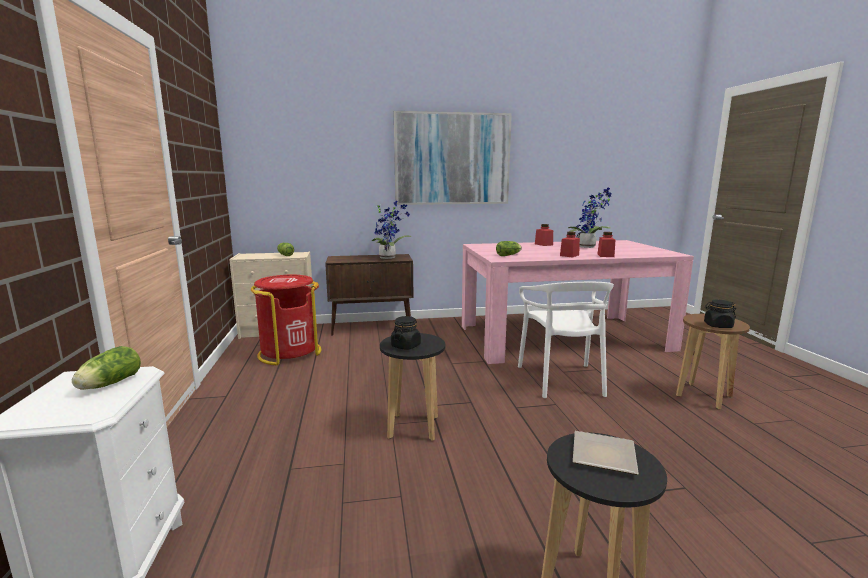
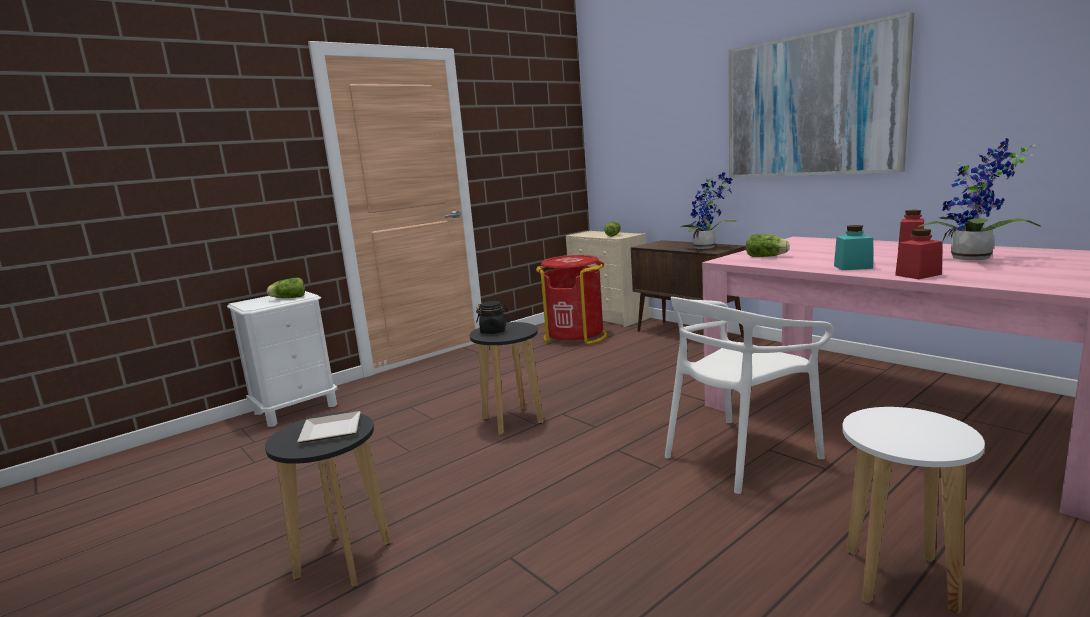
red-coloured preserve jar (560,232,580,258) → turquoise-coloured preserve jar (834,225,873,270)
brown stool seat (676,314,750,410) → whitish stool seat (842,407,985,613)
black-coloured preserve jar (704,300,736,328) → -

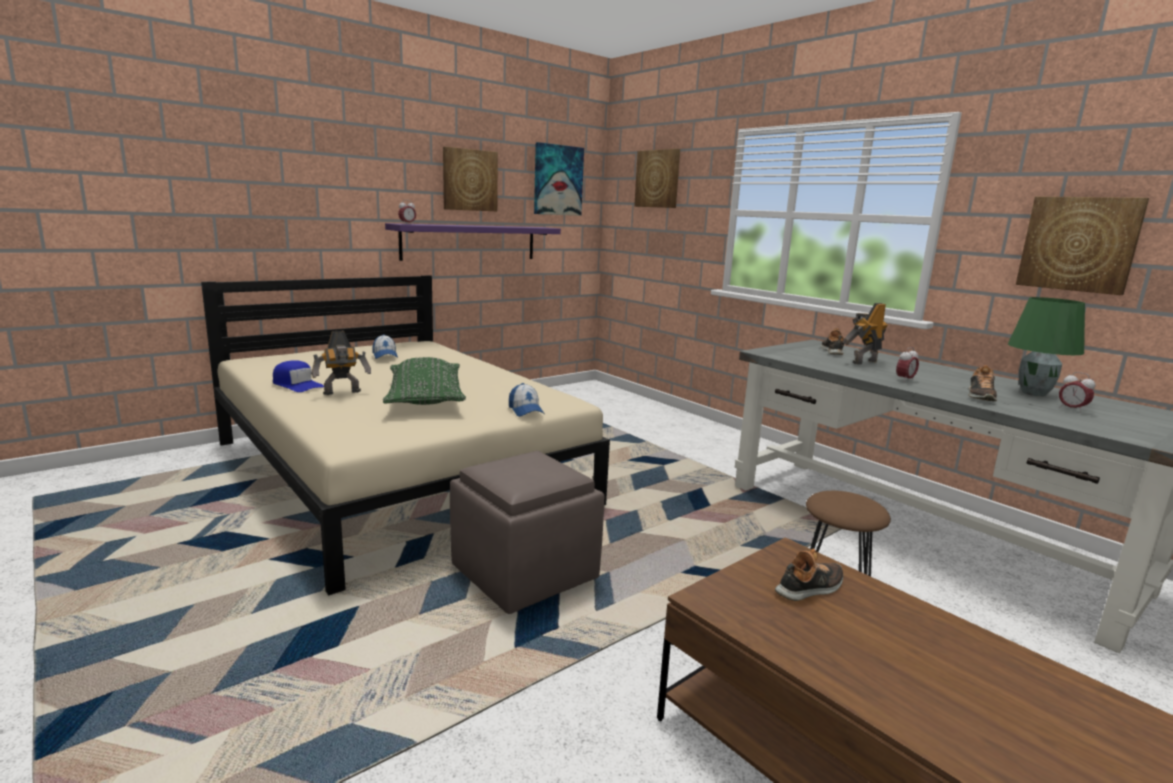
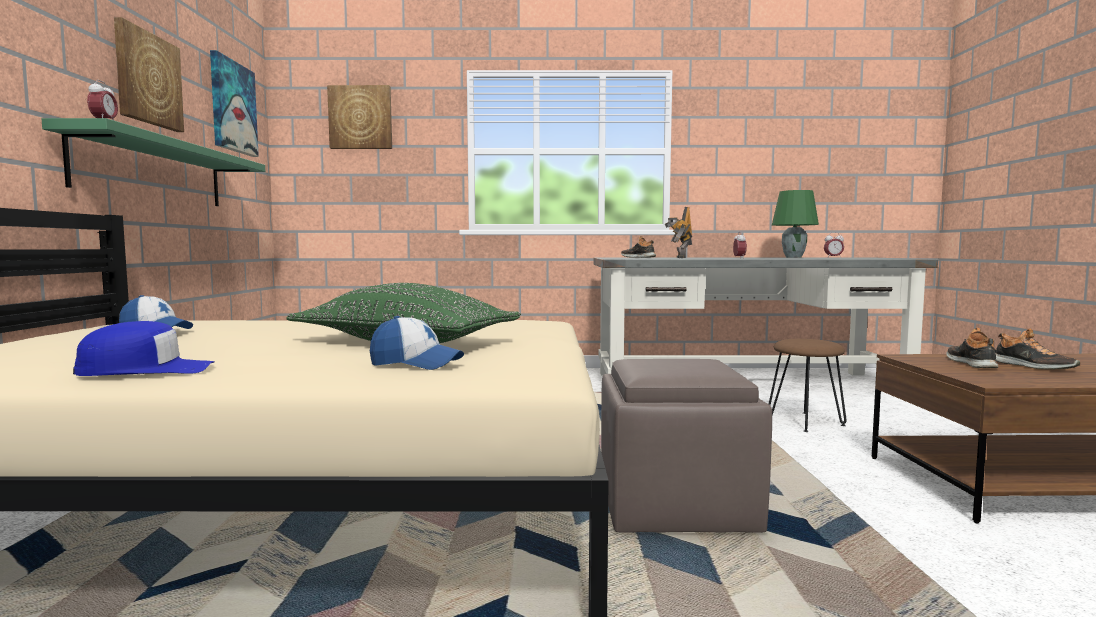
toy robot (311,331,371,395) → -
purple wall shelf (385,223,561,261) → green wall shelf (42,118,265,206)
baseball cap (509,383,545,417) → baseball cap (370,316,464,370), relocated
shoe (968,365,997,401) → shoe (995,328,1080,369), relocated
wall art (1016,197,1149,295) → -

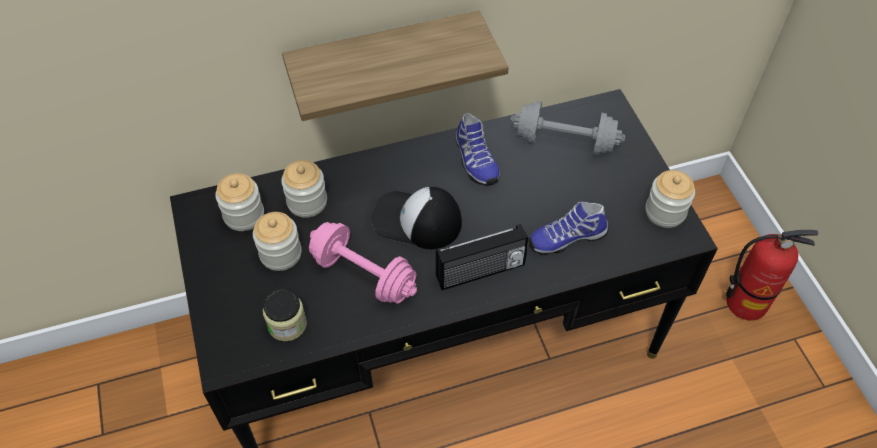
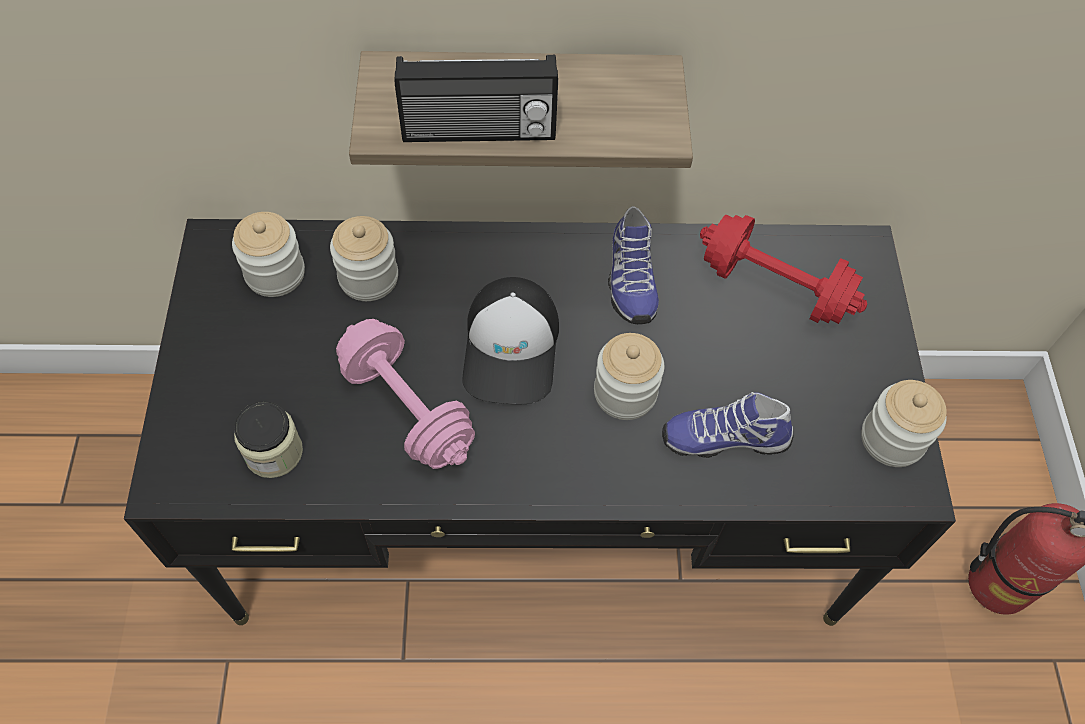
preserve jar (253,212,302,271) → preserve jar (594,333,664,420), relocated
baseball cap (372,187,462,249) → baseball cap (463,277,559,404), 120 degrees counterclockwise
radio set (436,224,529,290) → radio set (394,55,558,142), relocated
gray free weight (510,101,625,156) → red-coloured free weight (700,214,867,324)

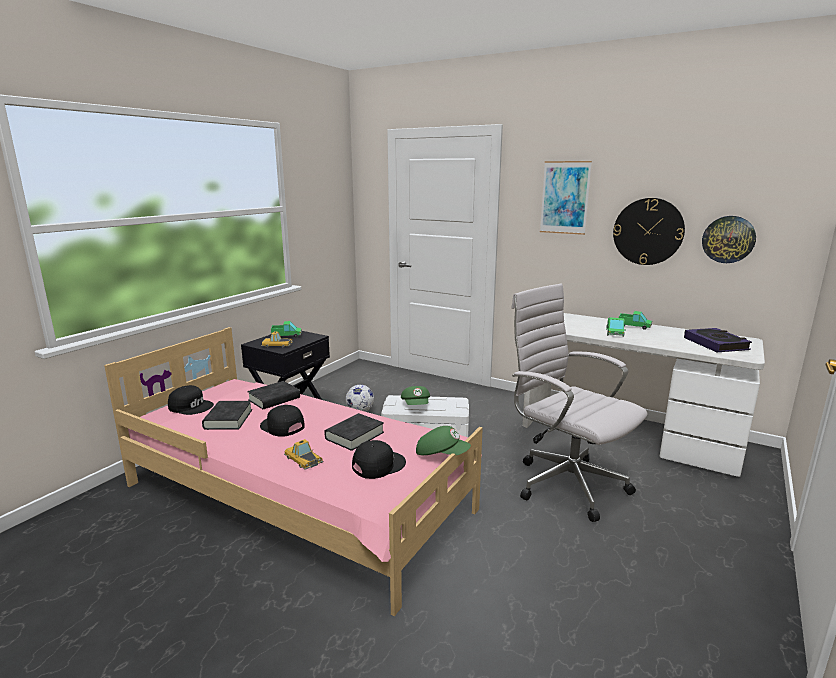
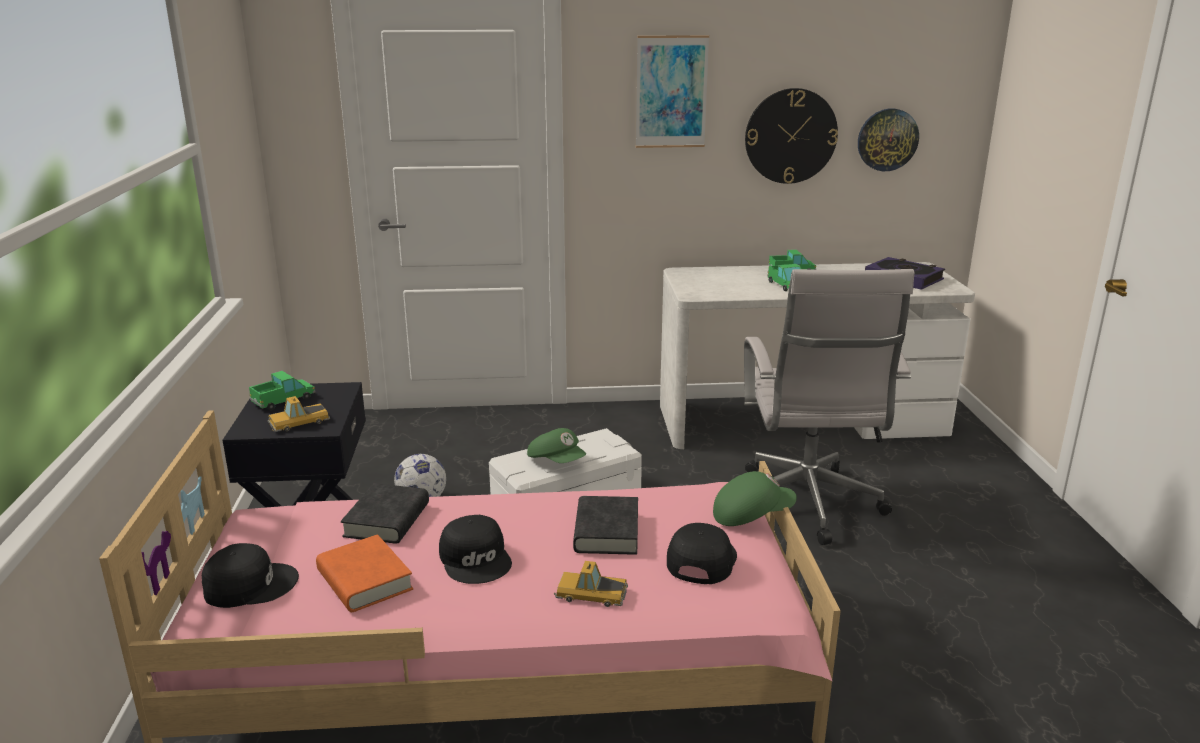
black-coloured volume (202,401,252,430) → orange volume (316,534,413,612)
black-coloured baseball cap (260,405,305,436) → black-coloured baseball cap (439,515,512,584), 120 degrees counterclockwise
whitish office chair (511,284,647,522) → whitish office chair (744,269,914,545), 105 degrees counterclockwise

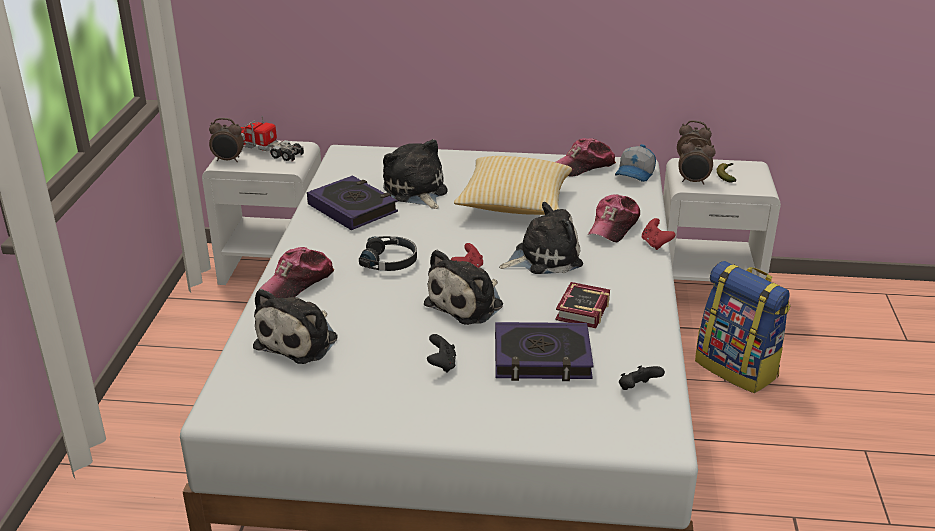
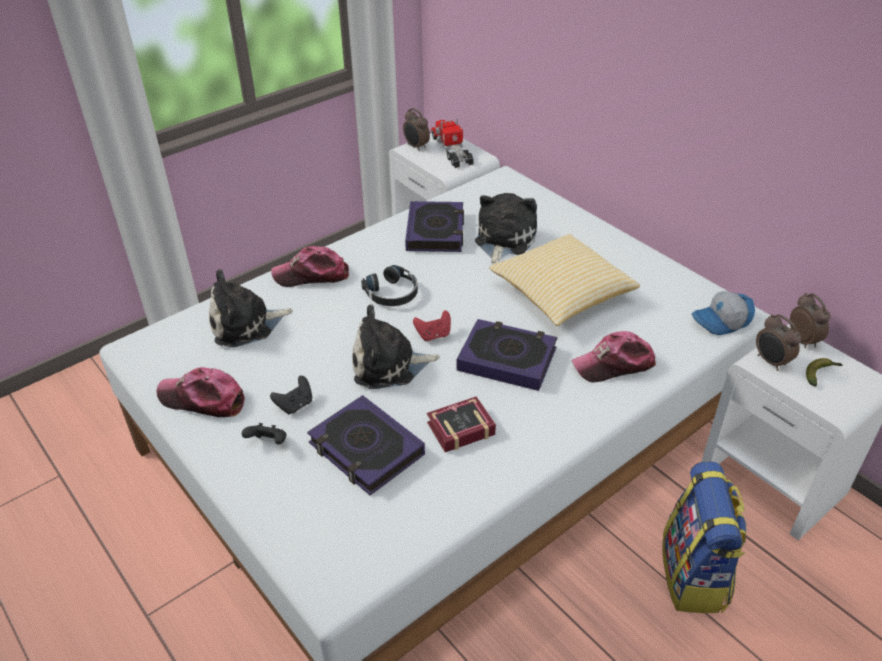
plush toy (499,202,583,274) → volume (457,319,557,391)
baseball cap (556,138,616,177) → baseball cap (157,367,245,417), relocated
black-coloured joypad (619,365,665,390) → black-coloured joypad (242,423,286,445), relocated
red-coloured joypad (642,218,675,250) → -

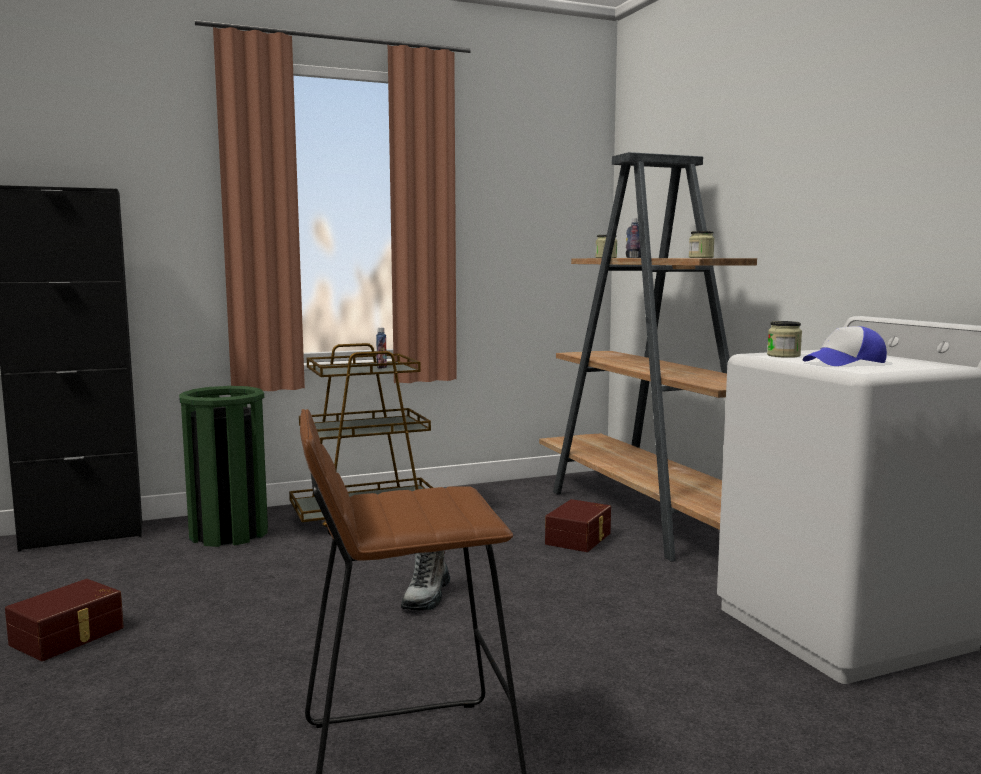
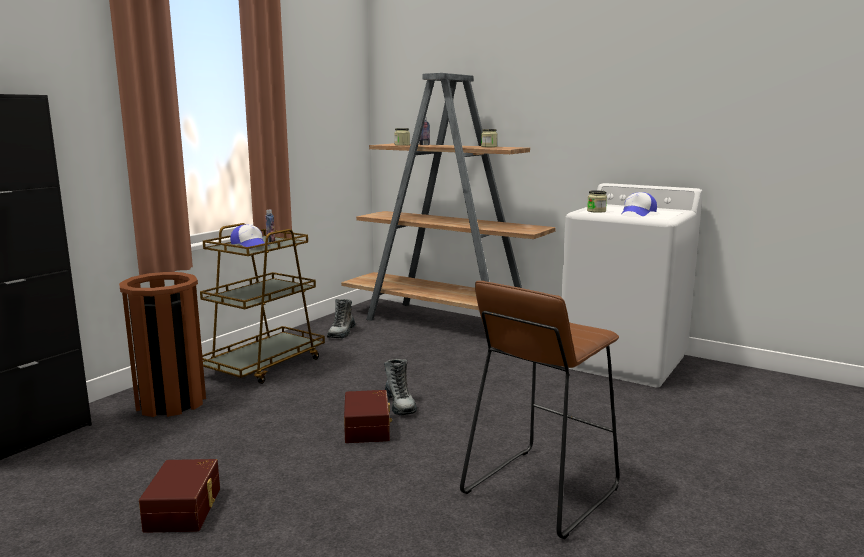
green waste bin (179,386,268,547) → brown waste bin (119,272,206,417)
brown storage box (545,499,611,552) → brown storage box (344,390,392,443), relocated
- → baseball cap (230,224,269,249)
- → high-top boot (327,299,356,338)

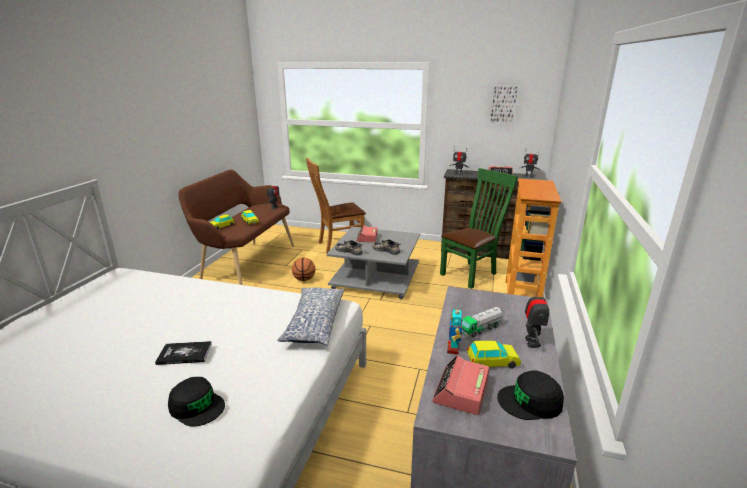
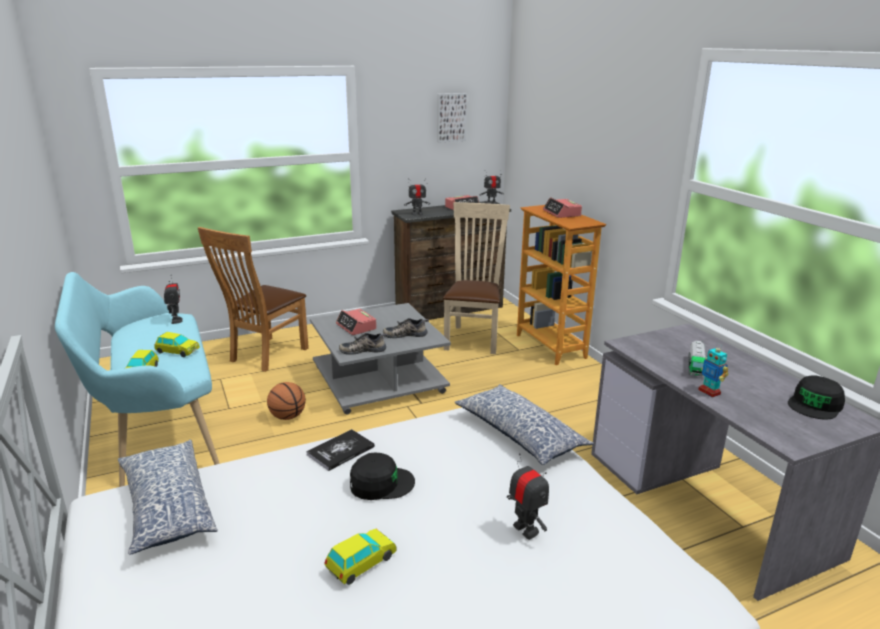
volume (155,341,212,365) → volume (306,429,375,471), relocated
black-coloured baseball cap (168,377,225,427) → black-coloured baseball cap (350,452,415,500), relocated
brown indoor bench (179,170,294,285) → turquoise-coloured indoor bench (55,272,220,487)
table clock (432,355,489,415) → table clock (543,197,582,218), relocated
green plain chair (440,168,518,289) → beige plain chair (443,202,510,354)
miniature car (467,341,521,369) → miniature car (324,529,397,585), relocated
toy robot (525,286,549,348) → toy robot (507,453,549,540), relocated
- → cushion (118,440,218,555)

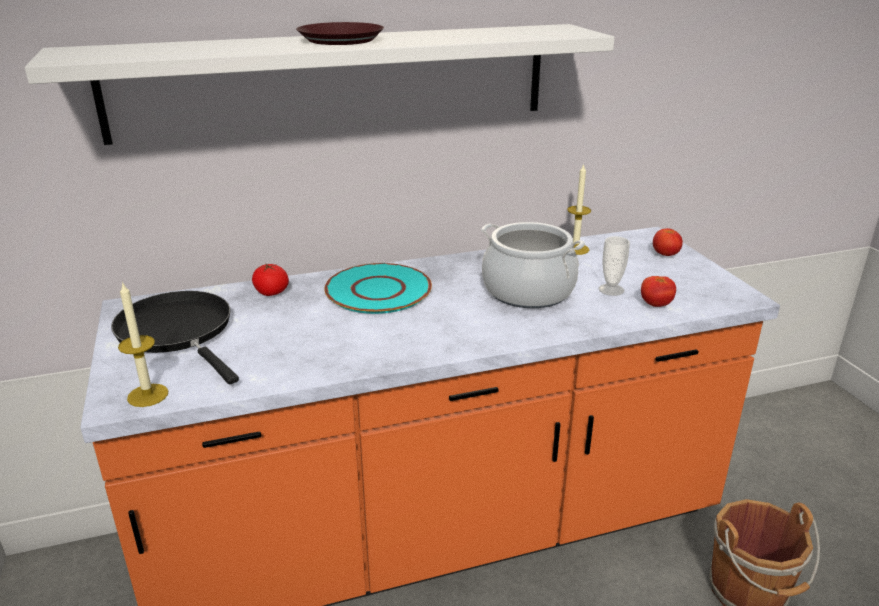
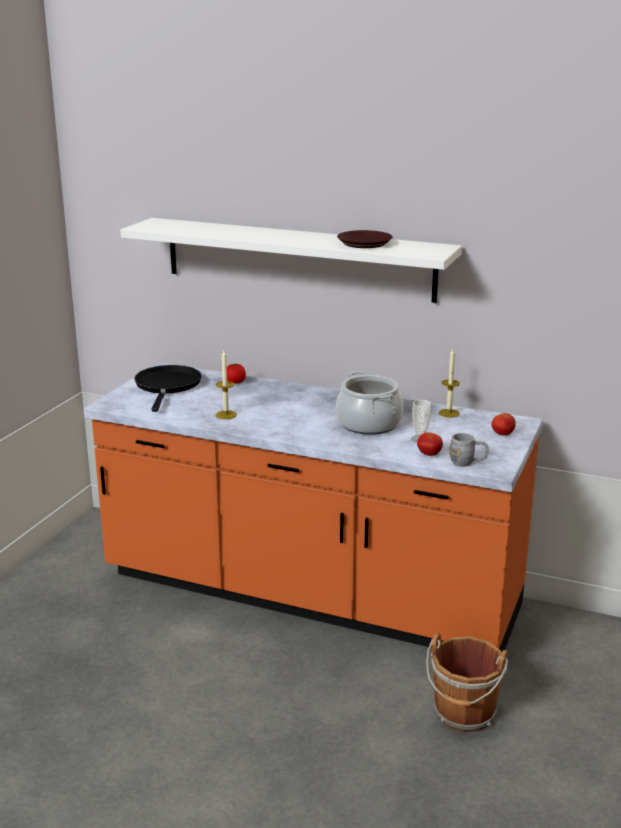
candle (118,281,168,407) → candle (215,350,237,419), relocated
brown plate (296,22,384,45) → brown plate (337,230,393,248), relocated
turquoise-coloured plate (324,263,432,314) → -
- → gray coffee mug (449,433,489,467)

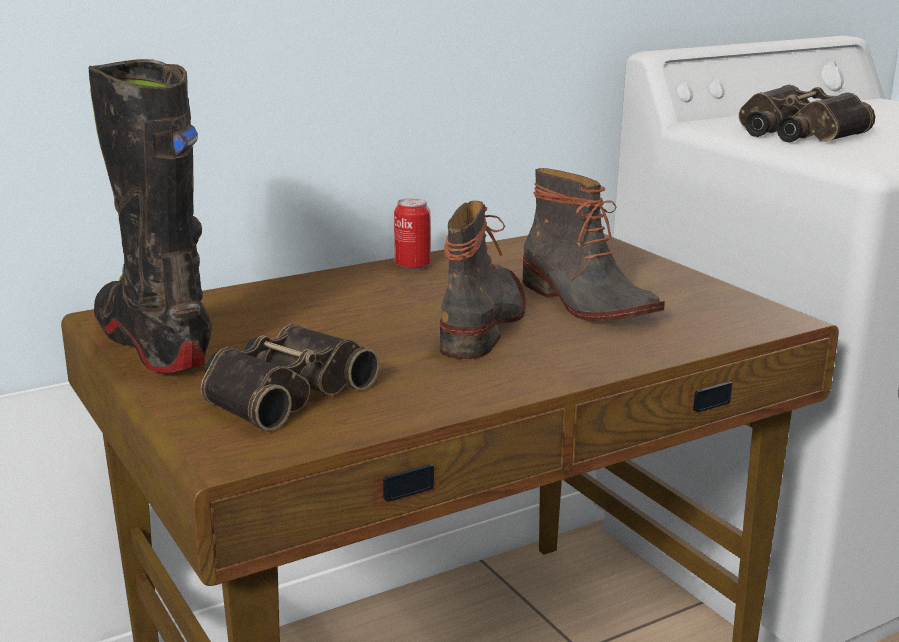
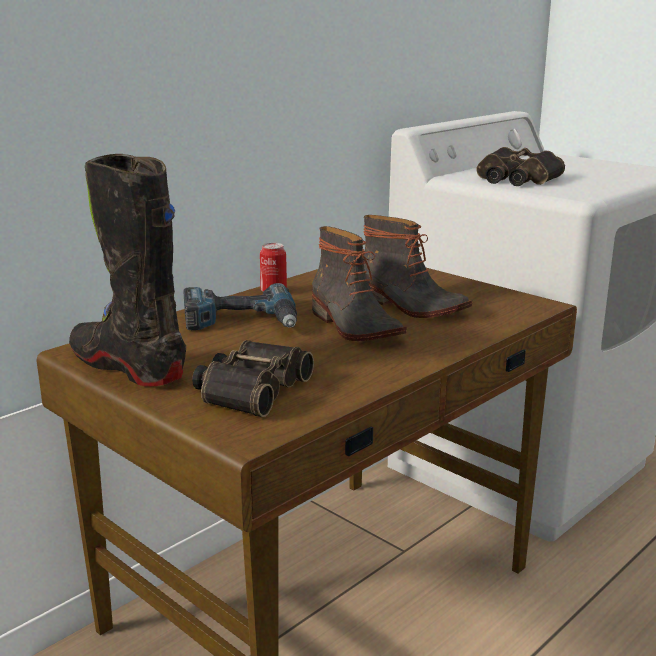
high-top boot (439,201,526,359) → high-top boot (312,226,407,341), 150 degrees clockwise
- → power drill (183,283,297,330)

